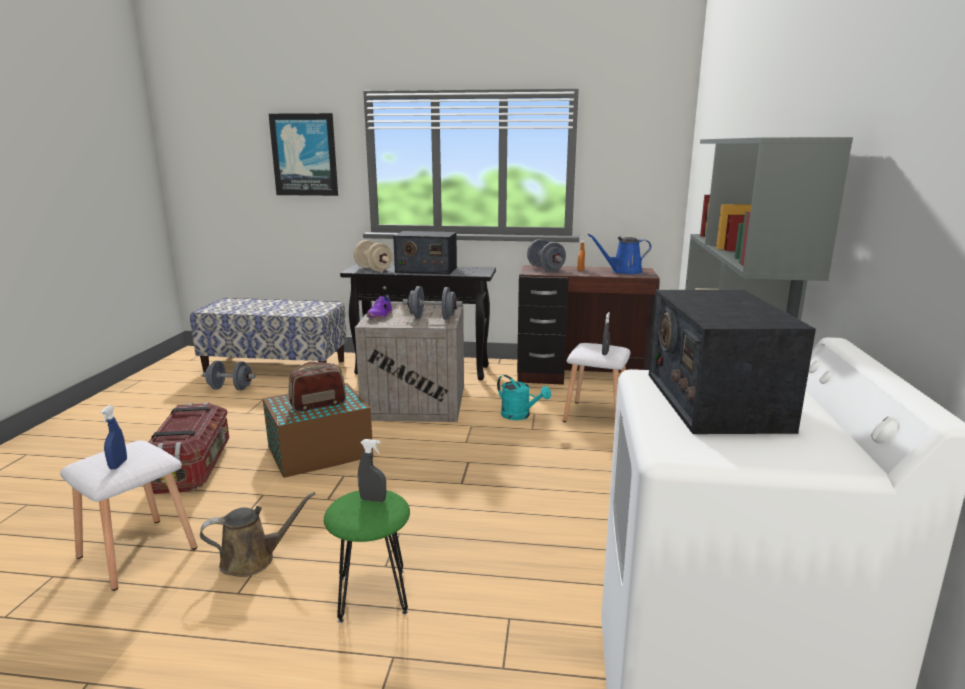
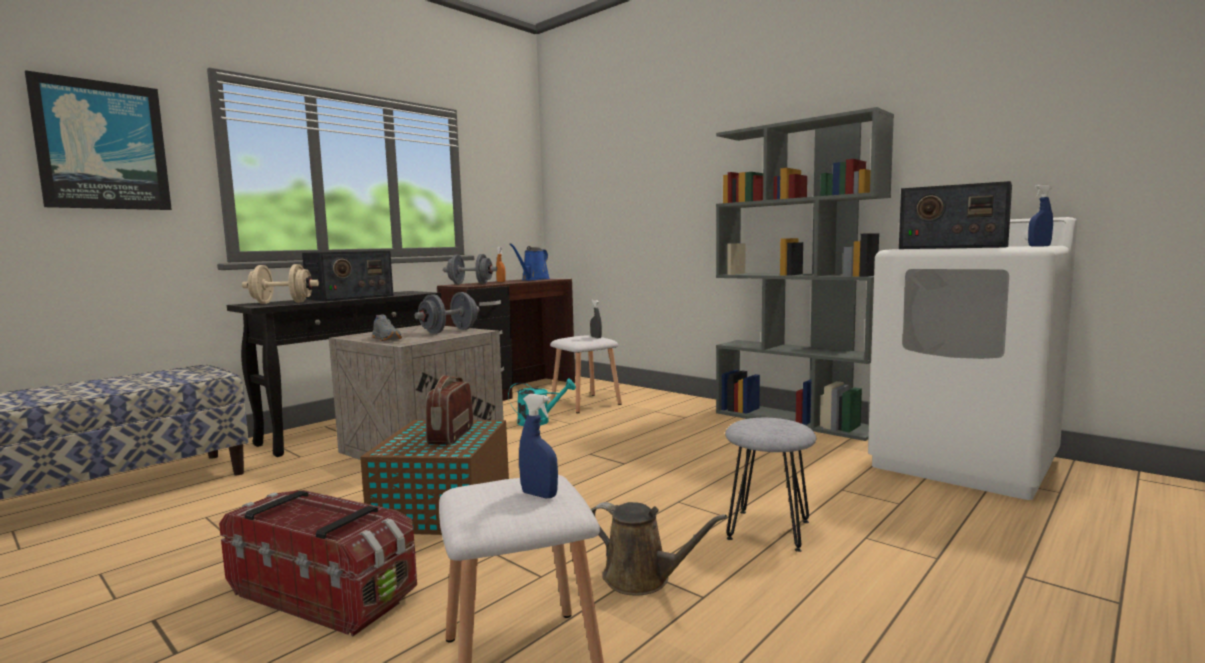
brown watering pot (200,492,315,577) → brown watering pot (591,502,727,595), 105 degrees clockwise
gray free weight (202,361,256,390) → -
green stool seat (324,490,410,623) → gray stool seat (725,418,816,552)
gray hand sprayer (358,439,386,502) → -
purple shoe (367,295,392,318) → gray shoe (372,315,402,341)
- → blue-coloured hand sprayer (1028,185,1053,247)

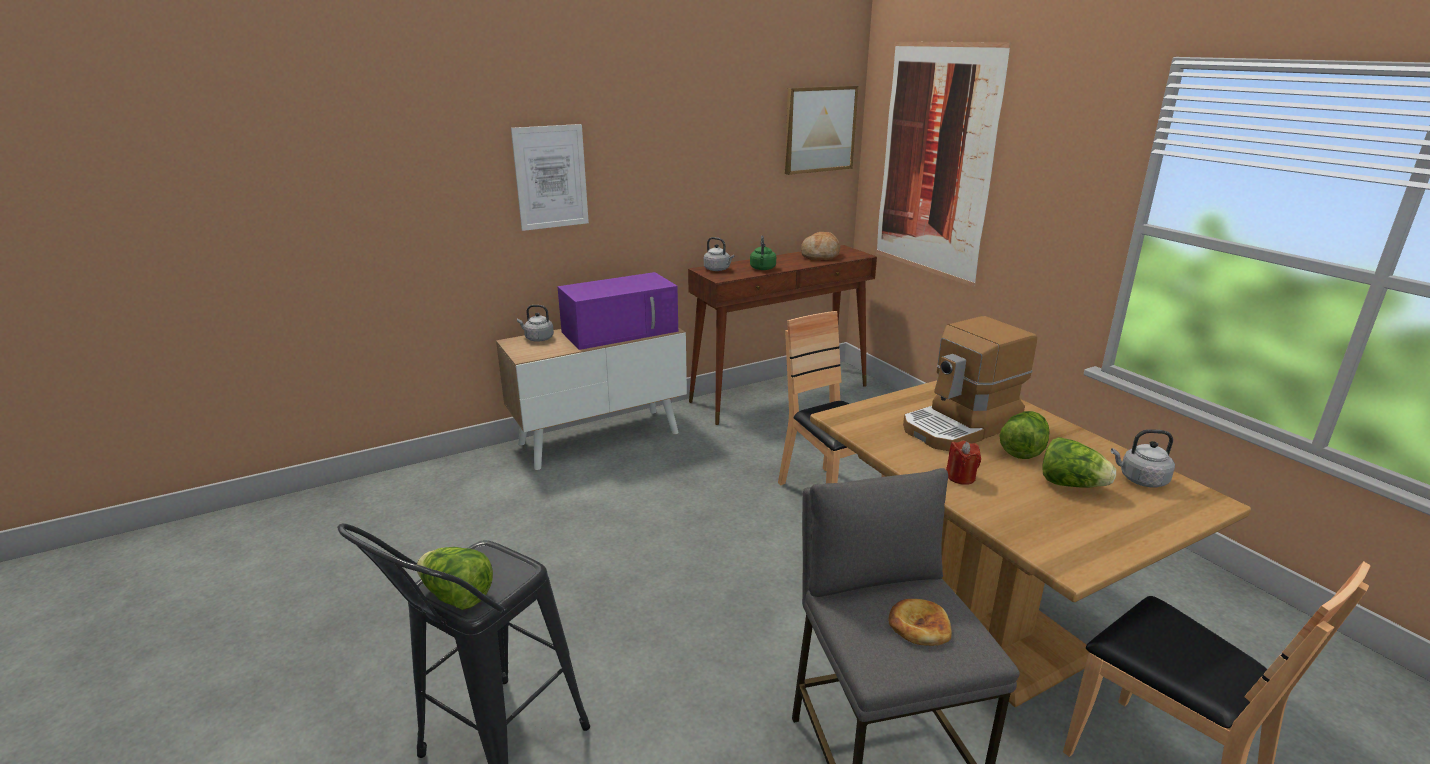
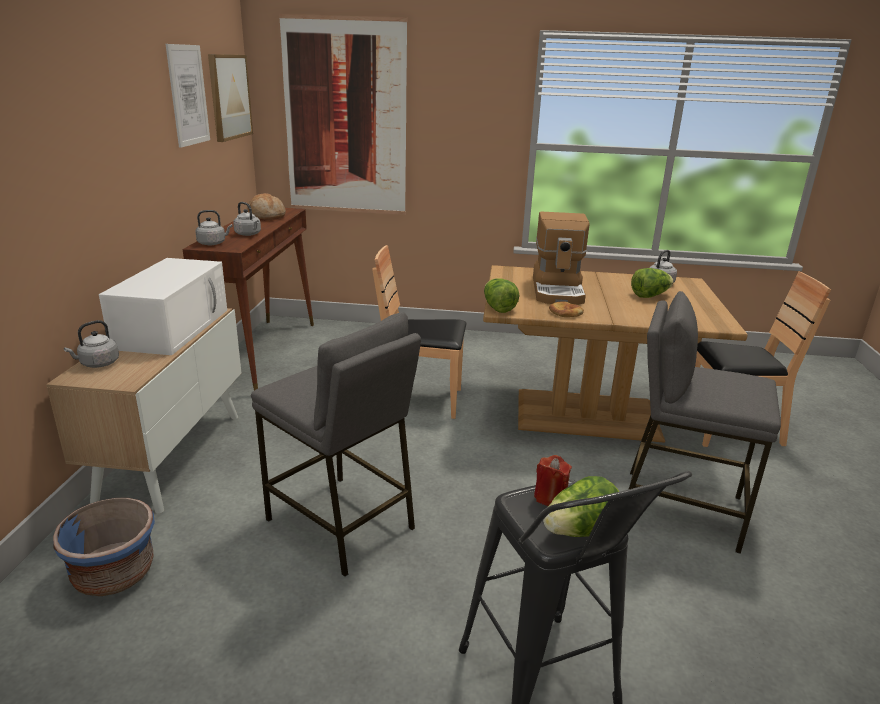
wall art (511,124,589,231) → wall art (166,44,210,148), relocated
purple microwave oven (558,272,678,350) → whitish microwave oven (99,258,227,355)
green kettle (750,236,776,270) → gray kettle (233,202,261,236)
bread (888,599,952,646) → bread (549,301,584,317), relocated
red-coloured candle (946,441,981,485) → red-coloured candle (534,455,572,506), relocated
head of lettuce (999,411,1050,459) → head of lettuce (484,278,519,313), relocated
- → blue-coloured flower pot (53,498,155,596)
- → gray stool seat (251,312,421,577)

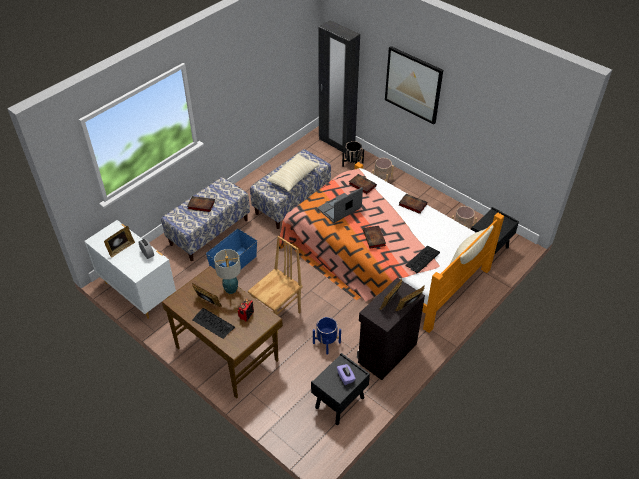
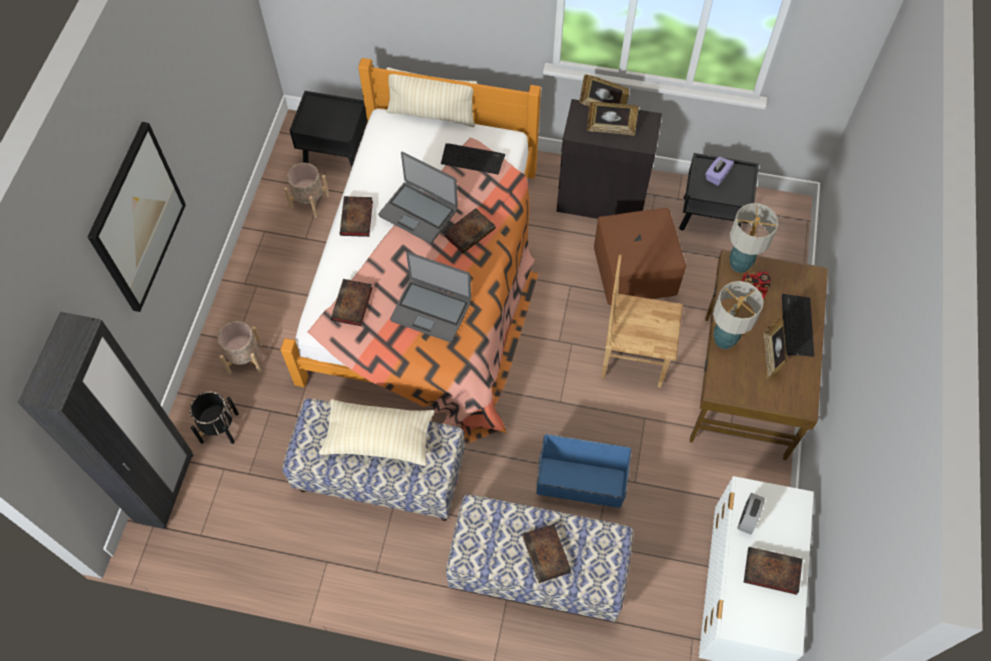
standing frame (104,226,135,258) → volume (744,547,803,595)
blue-coloured flower pot (313,317,341,355) → brown ottoman (594,208,686,305)
- → laptop (379,152,458,244)
- → tabletop lamp (730,203,779,273)

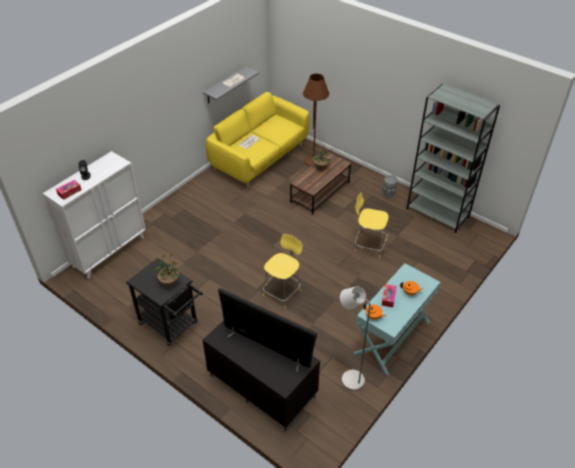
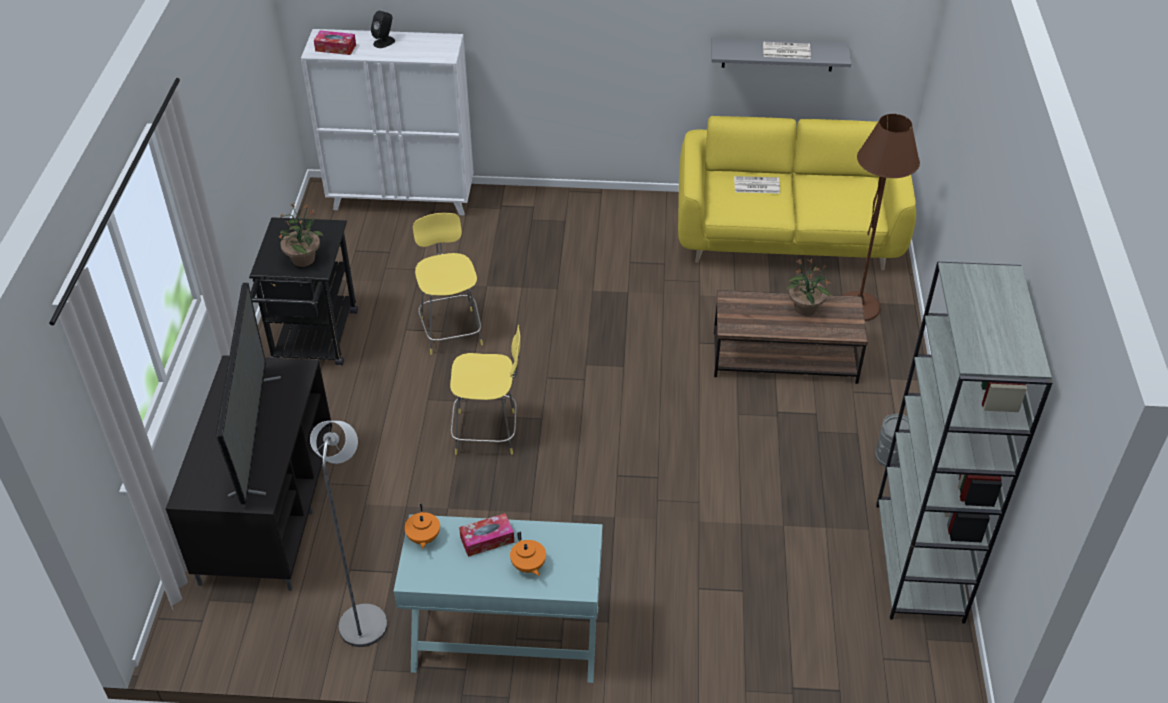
yellow-coloured stool seat (355,192,389,258) → yellow-coloured stool seat (413,213,483,355), relocated

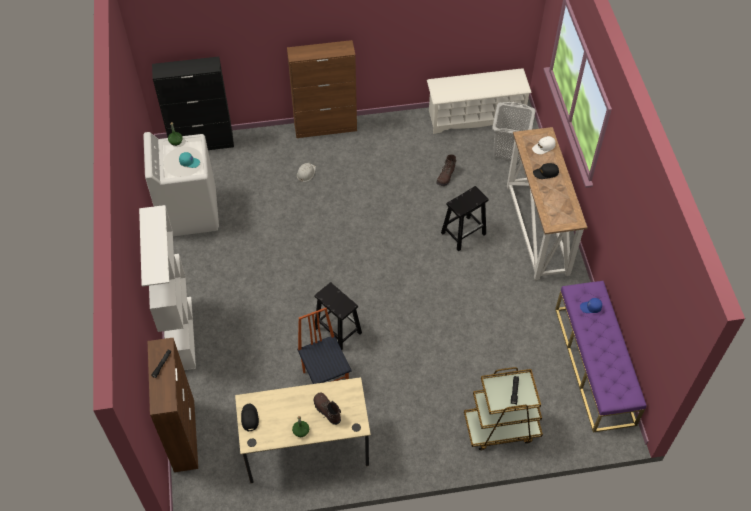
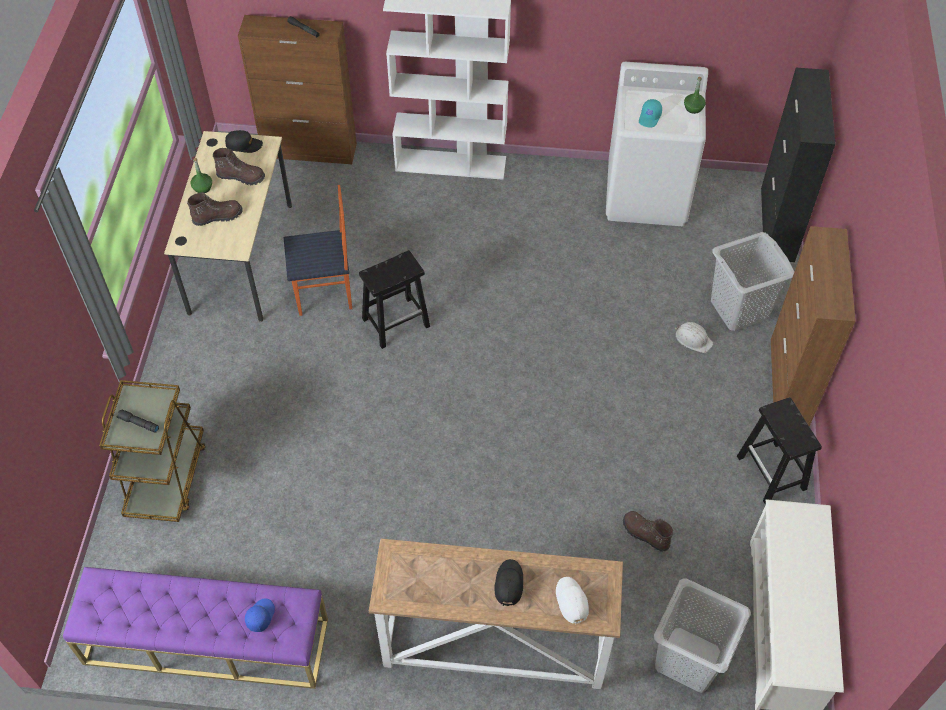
black-coloured stool seat (441,186,488,251) → black-coloured stool seat (737,397,822,505), relocated
- → brown high-top boot (213,148,265,185)
- → gray hamper (711,232,795,331)

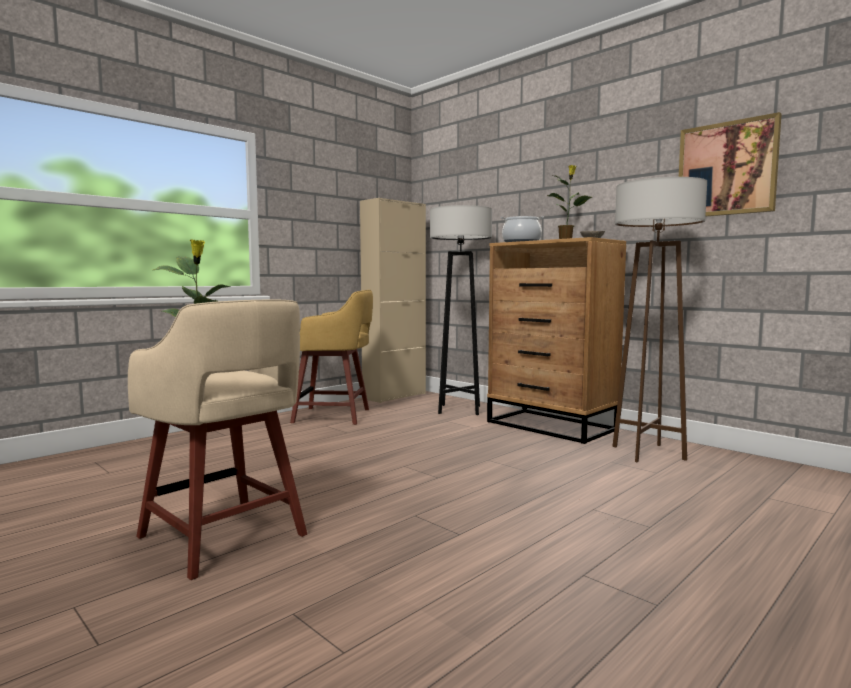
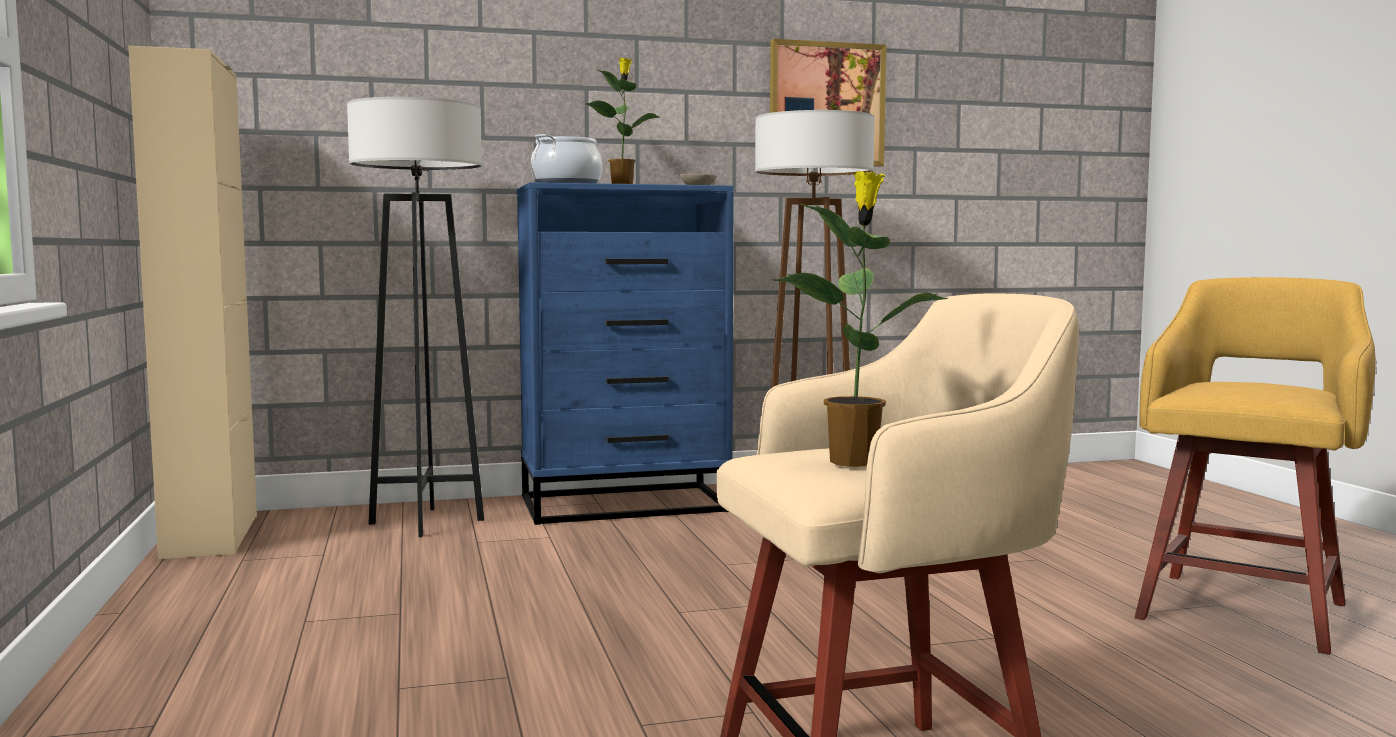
yellow-coloured stool seat (290,290,373,425) → yellow-coloured stool seat (1135,277,1376,655), relocated
brown drawer chest (487,237,626,444) → blue-coloured drawer chest (517,182,733,525)

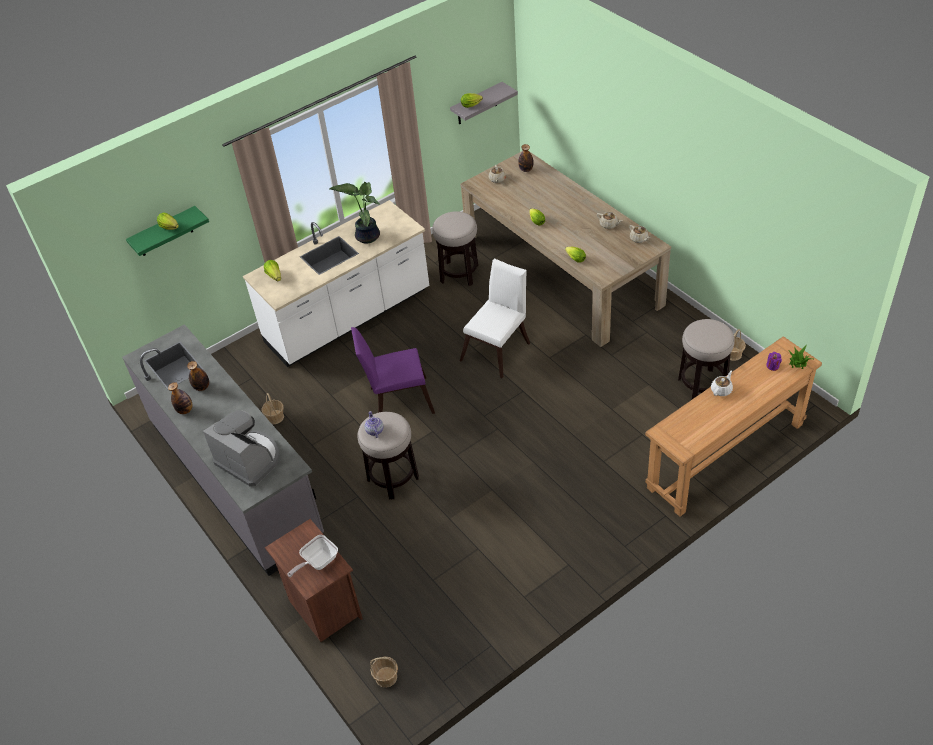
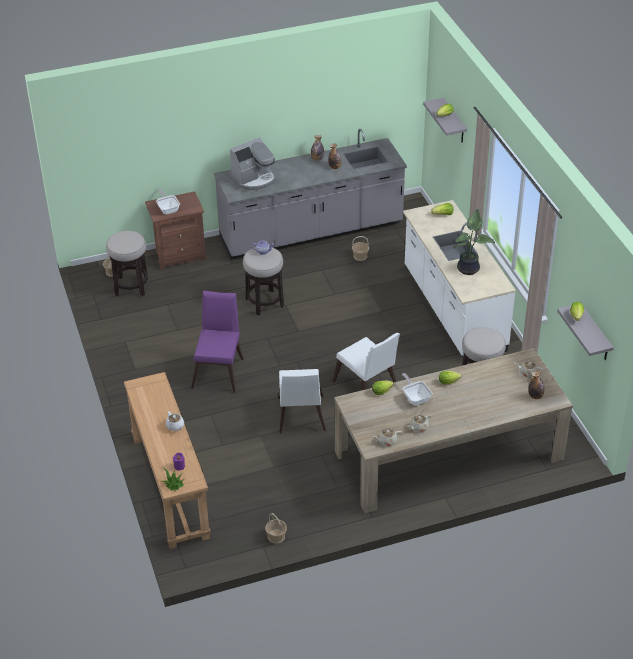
green wall shelf (126,206,209,256) → gray wall shelf (423,98,467,143)
purple plain chair (351,327,435,414) → purple plain chair (191,290,244,392), relocated
stool seat (678,319,735,400) → stool seat (106,231,148,297), relocated
- → whitish plain chair (278,369,326,434)
- → skillet (402,373,432,405)

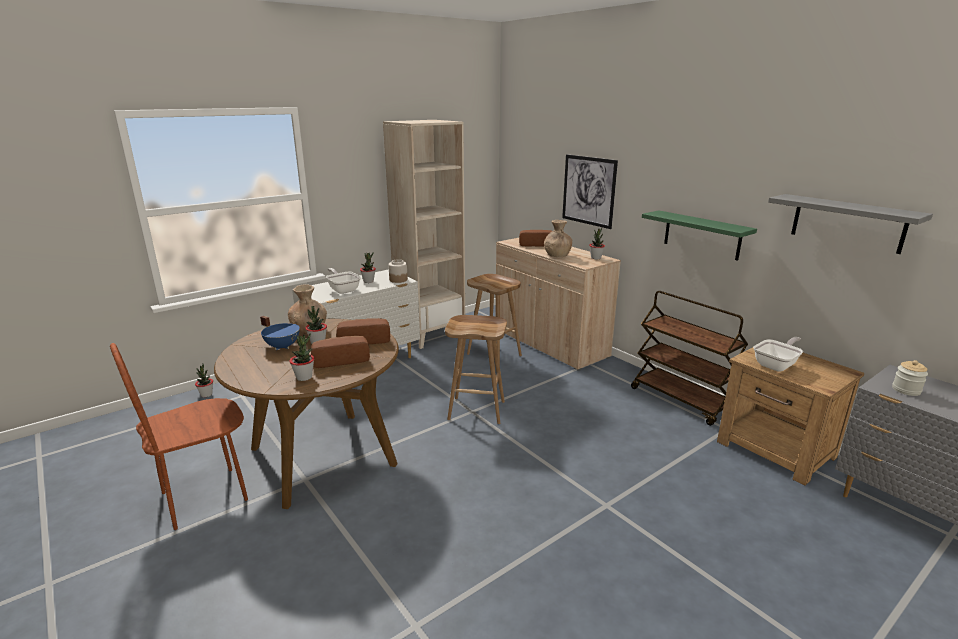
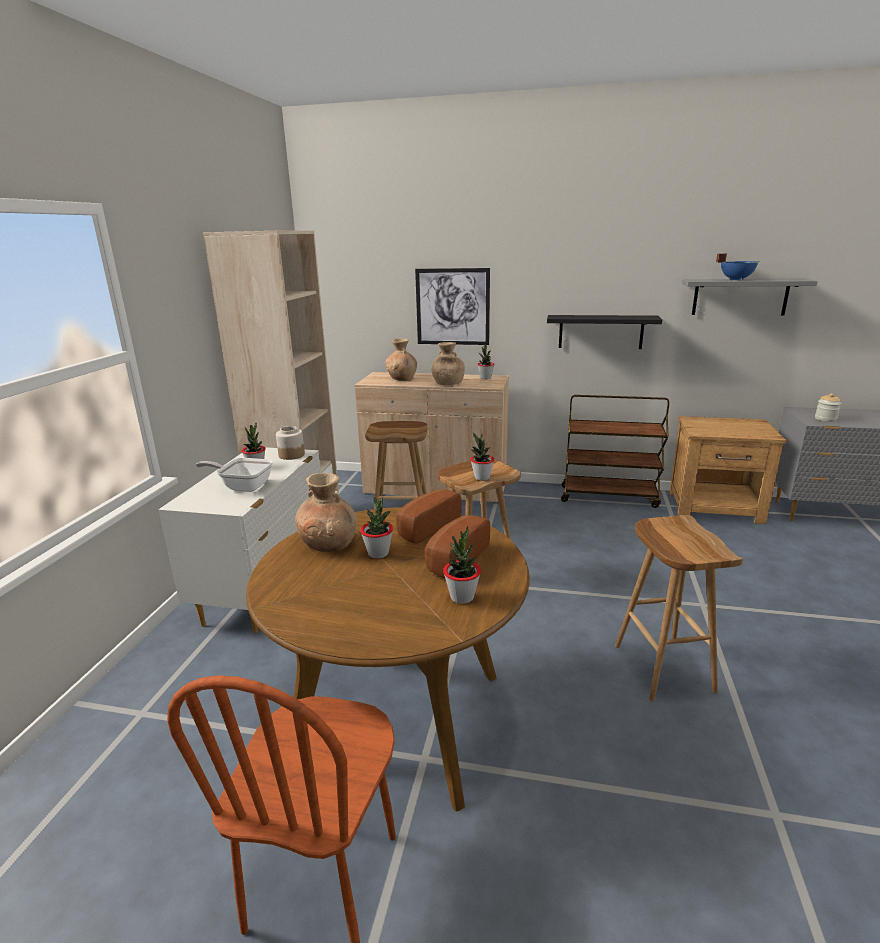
potted plant (195,364,213,397) → potted plant (470,432,494,481), relocated
blue-coloured stockpot (260,316,300,350) → blue-coloured stockpot (716,253,759,281), relocated
bread (519,230,552,246) → brown vase (386,338,417,381)
green wall shelf (642,210,757,261) → black-coloured wall shelf (547,315,662,349)
skillet (753,337,803,372) → -
- → brown stool seat (615,515,743,702)

